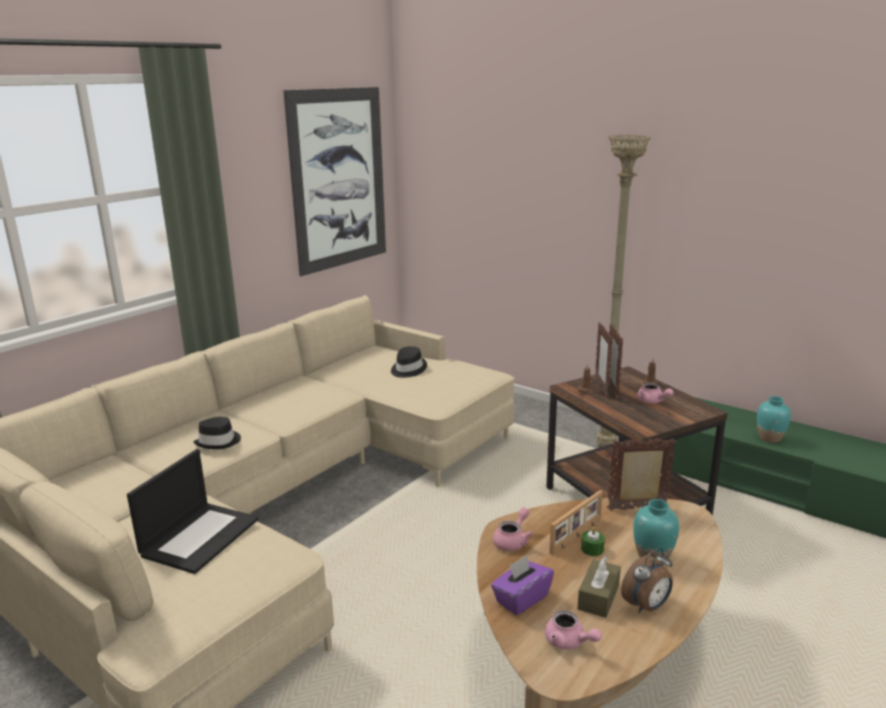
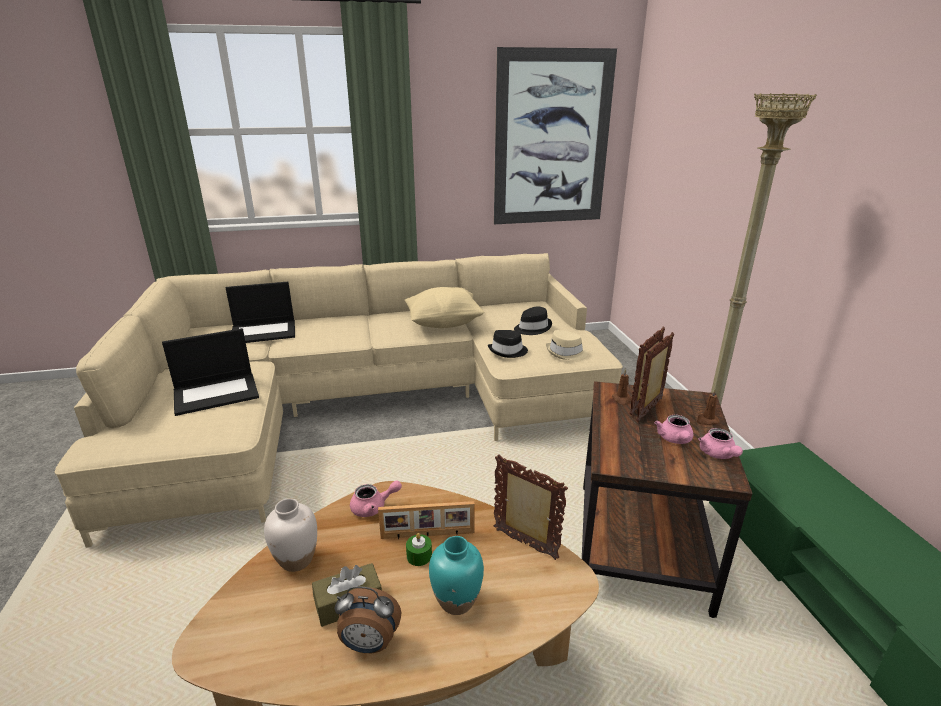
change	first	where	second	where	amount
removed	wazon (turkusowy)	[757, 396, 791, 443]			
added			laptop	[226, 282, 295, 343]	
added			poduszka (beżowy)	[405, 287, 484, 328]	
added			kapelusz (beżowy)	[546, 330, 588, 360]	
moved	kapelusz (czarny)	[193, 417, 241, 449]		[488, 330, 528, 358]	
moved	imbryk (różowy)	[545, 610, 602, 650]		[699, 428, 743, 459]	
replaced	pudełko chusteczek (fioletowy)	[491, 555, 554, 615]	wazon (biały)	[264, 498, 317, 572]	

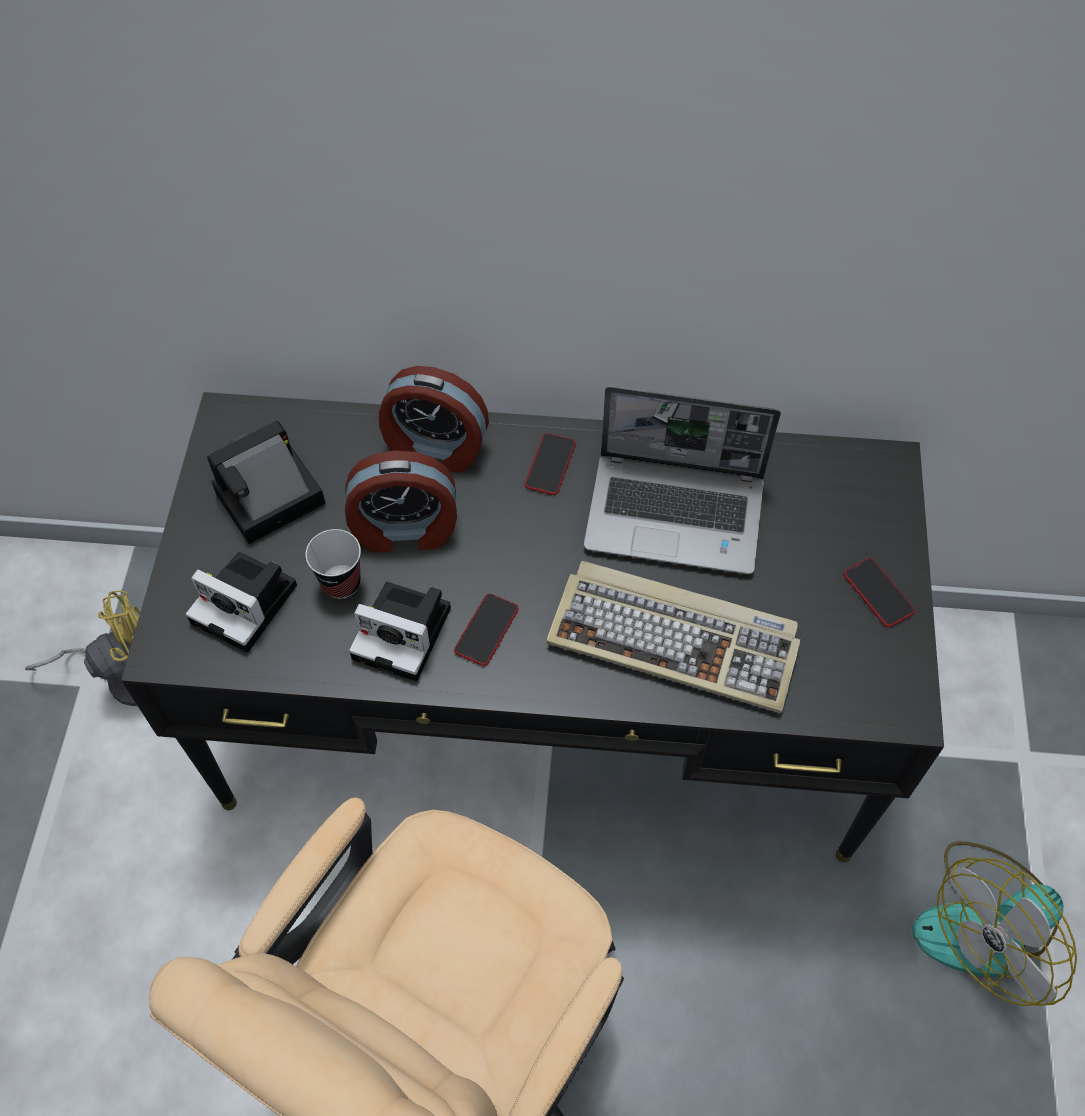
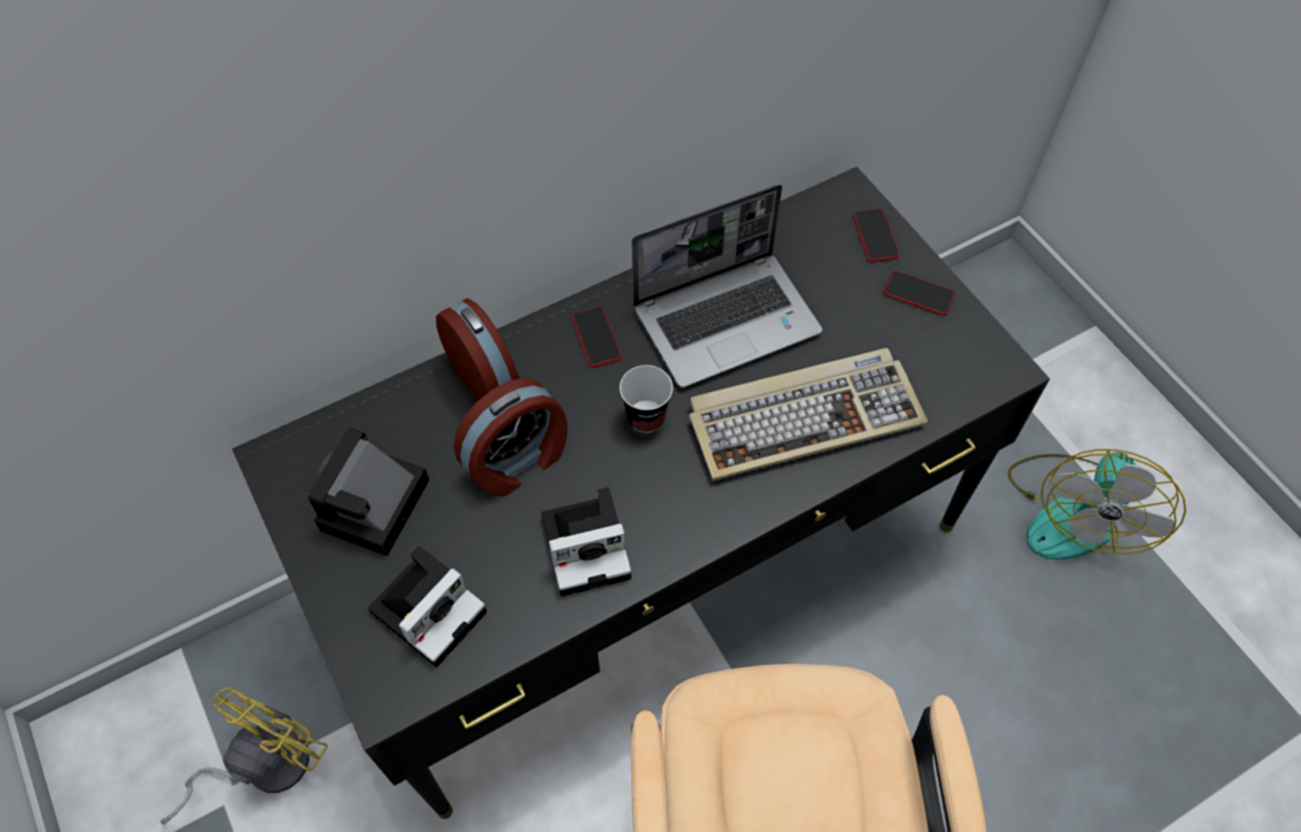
change	first	where	second	where	amount
moved	filiżanka	[305, 529, 361, 599]		[620, 365, 673, 433]	
moved	telefon	[454, 594, 519, 666]		[854, 209, 899, 262]	
turned	aparat fotograficzny	[186, 552, 297, 653]		[368, 545, 487, 667]	45 degrees counterclockwise
turned	budzik	[379, 366, 489, 473]		[436, 298, 520, 401]	105 degrees counterclockwise

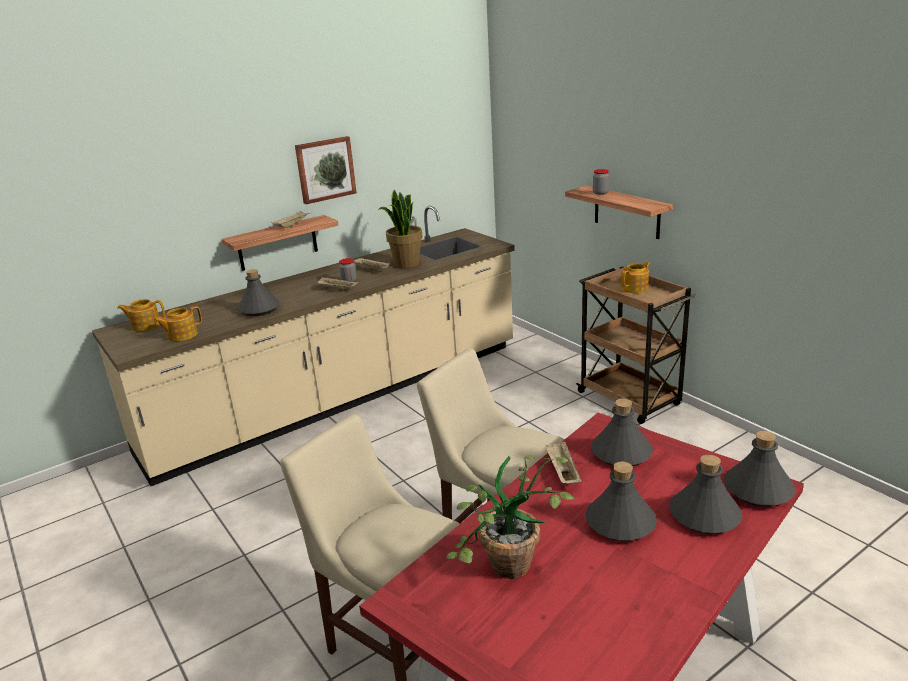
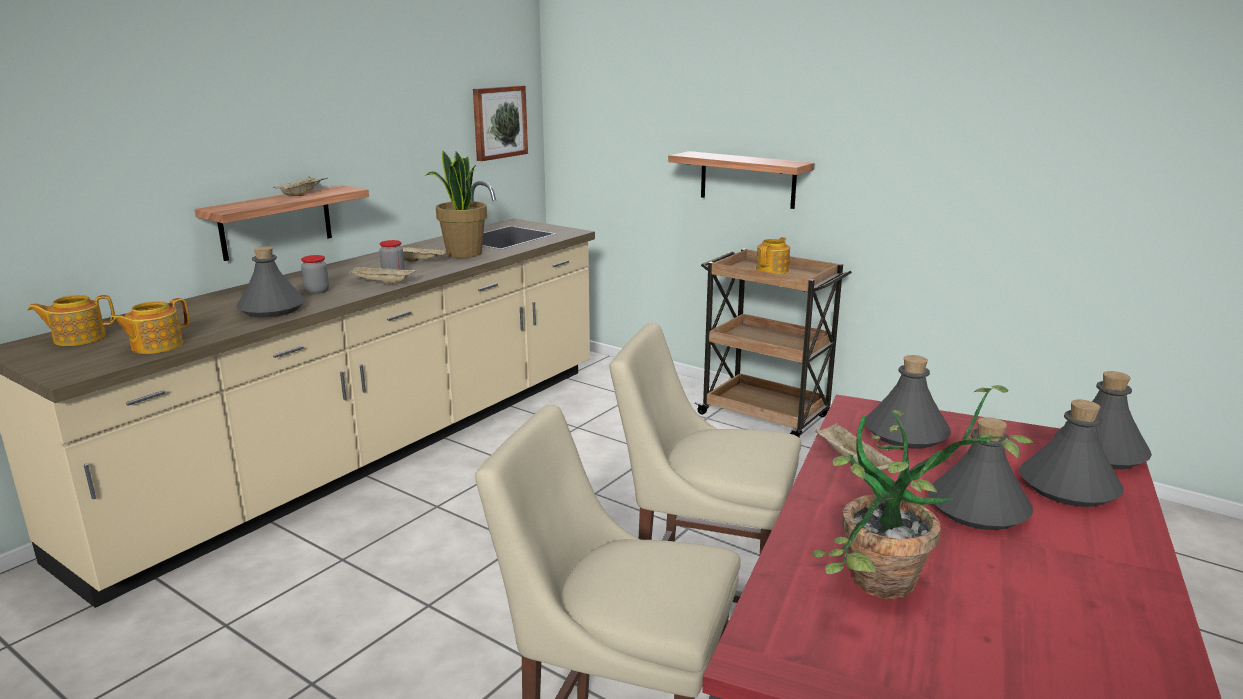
change	first	where	second	where	amount
moved	obraz	[295, 136, 357, 204]		[473, 85, 528, 161]	
moved	słoik	[593, 169, 609, 195]		[301, 255, 329, 294]	

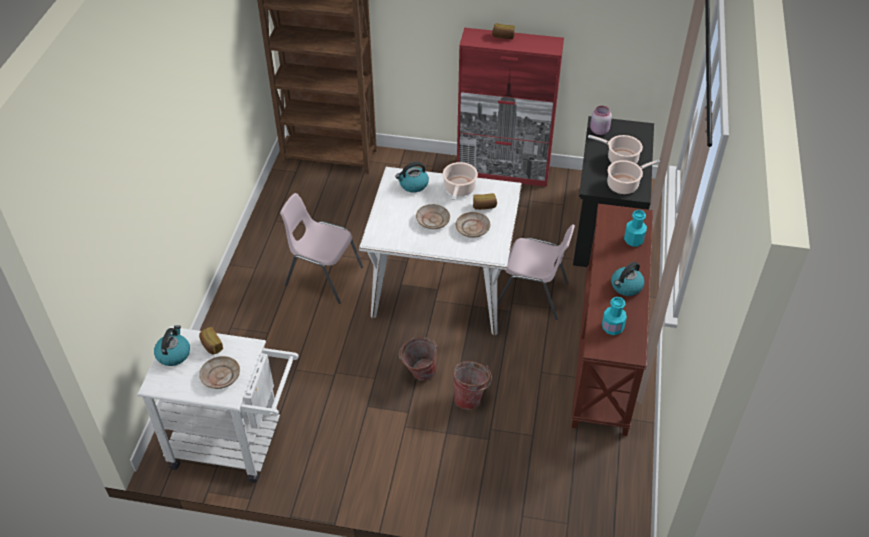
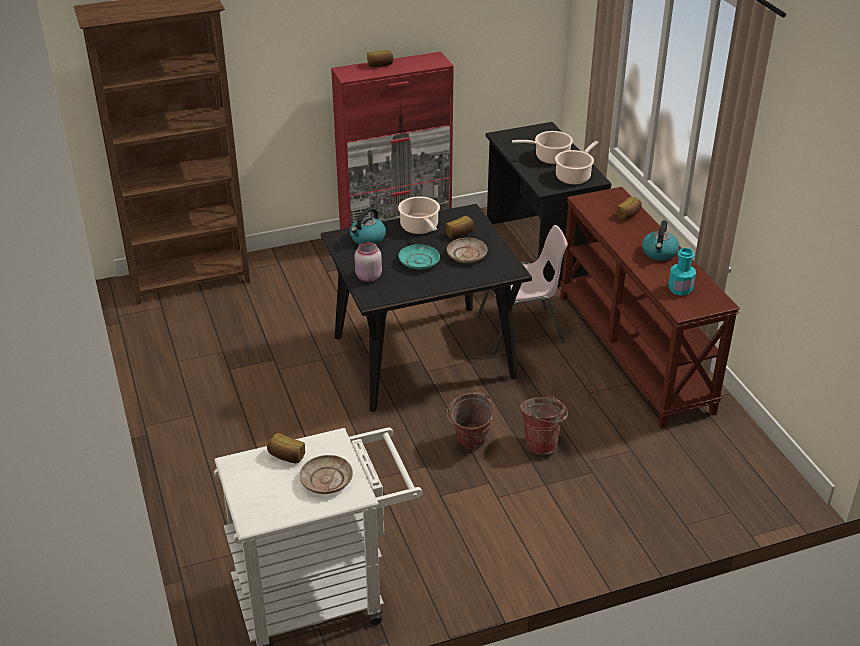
change	first	where	second	where	amount
removed	czajnik	[154, 325, 190, 366]			
removed	krzesło (różowy)	[280, 193, 363, 304]			
moved	słoik (różowy)	[590, 106, 612, 135]		[354, 242, 382, 282]	
replaced	butelka (turkusowy)	[624, 210, 647, 247]	chleb	[616, 197, 642, 220]	
recoloured	stół jadalny (biały)	[359, 167, 522, 335]	stół jadalny (czarny)	[321, 204, 532, 412]	
recoloured	talerz (beżowy)	[416, 204, 450, 229]	talerz (turkusowy)	[398, 244, 440, 270]	

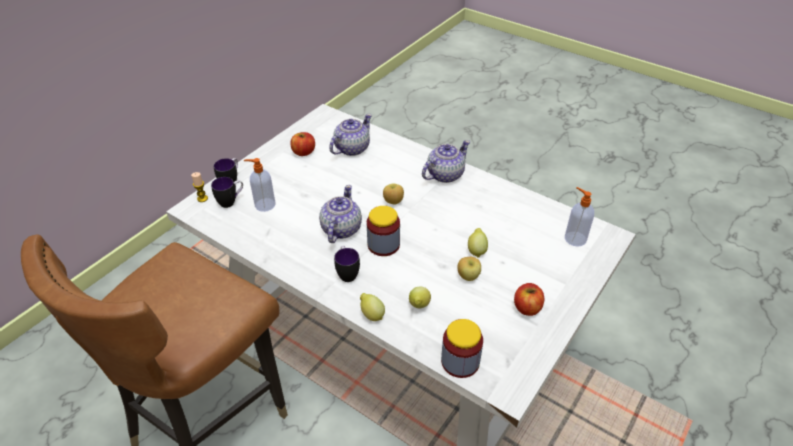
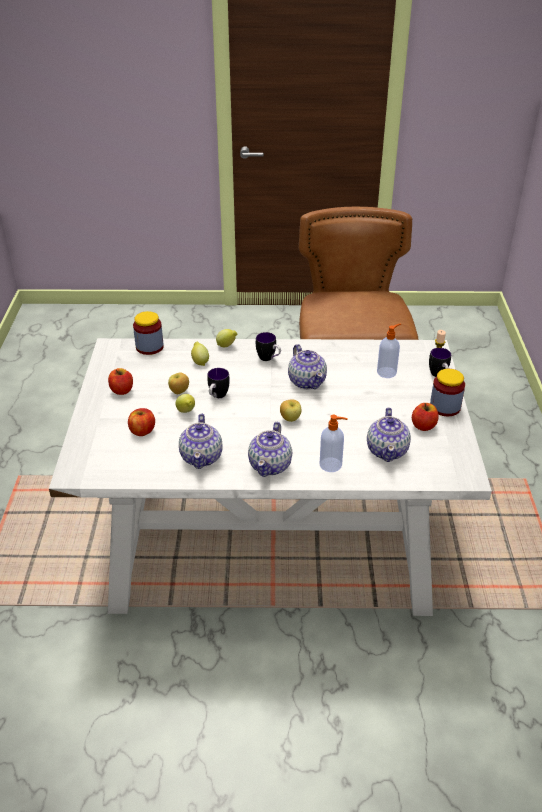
change	first	where	second	where	amount
added			jabłko	[128, 408, 155, 436]	
added			imbryk	[179, 413, 223, 469]	
moved	kubek	[211, 177, 243, 208]		[207, 368, 230, 398]	
moved	słoik	[367, 206, 400, 256]		[430, 369, 465, 416]	
moved	dozownik mydła	[565, 187, 594, 247]		[320, 415, 348, 472]	

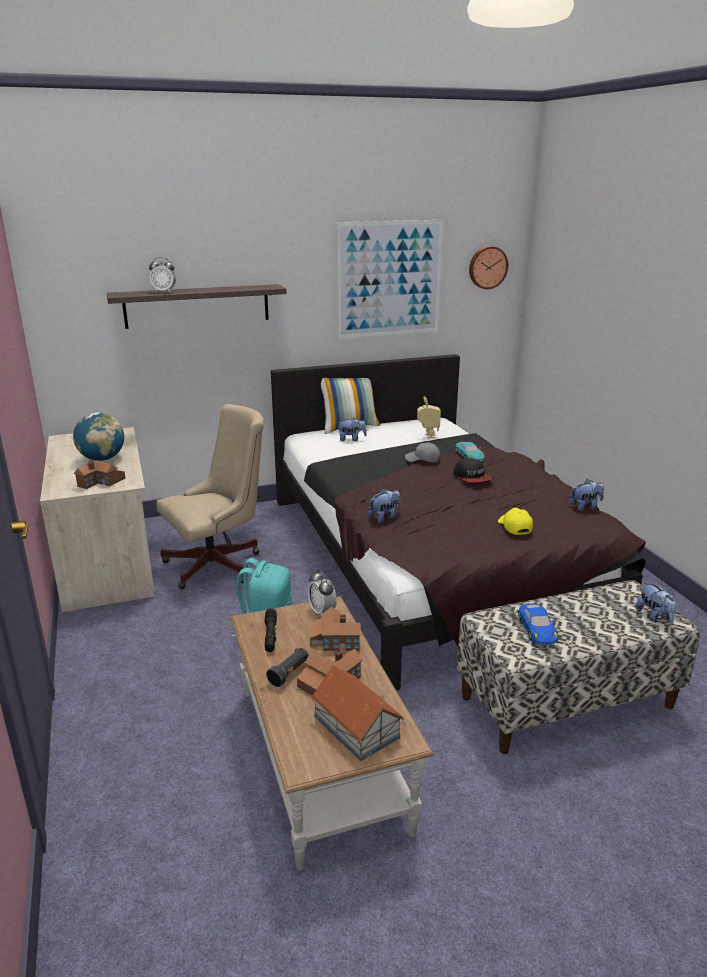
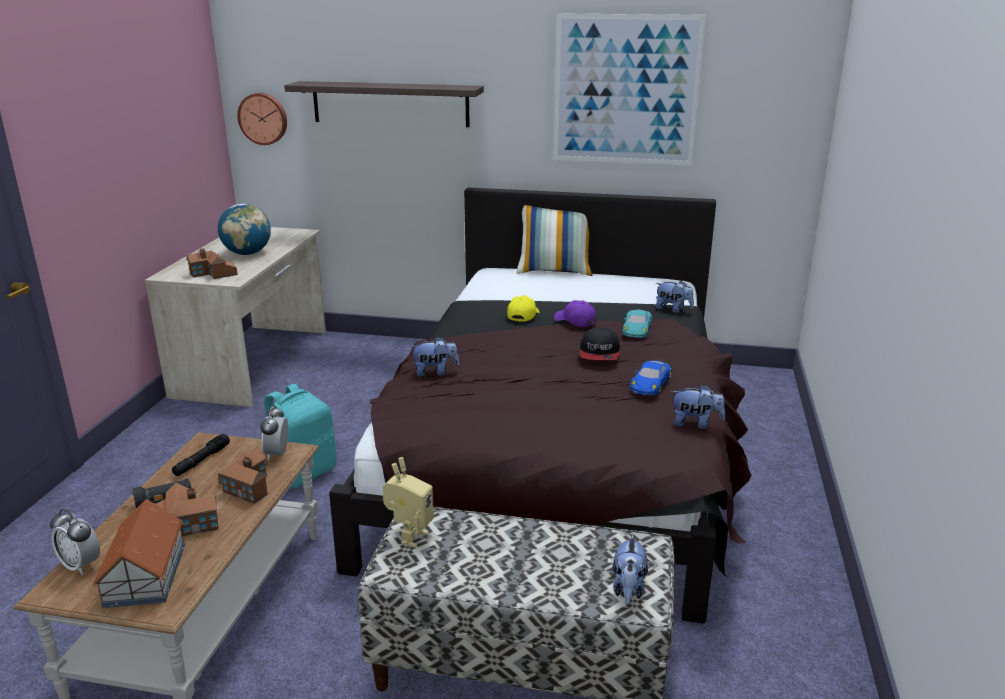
change	first	where	second	where	amount
removed	krzesło biurowe (beżowy)	[156, 404, 264, 589]			
moved	budzik	[149, 257, 176, 292]		[50, 509, 100, 575]	
moved	pluszak	[336, 417, 367, 441]		[656, 280, 694, 313]	
moved	robot zabawkowy	[417, 396, 441, 439]		[382, 457, 434, 548]	
moved	zegar ścienny	[469, 246, 508, 289]		[237, 93, 287, 145]	
moved	czapka z daszkiem (żółty)	[498, 508, 533, 535]		[507, 295, 540, 322]	
moved	samochodzik (niebieski)	[518, 603, 559, 645]		[630, 361, 672, 395]	
recoloured	czapka z daszkiem (szary)	[405, 442, 440, 462]	czapka z daszkiem (fioletowy)	[554, 300, 596, 327]	

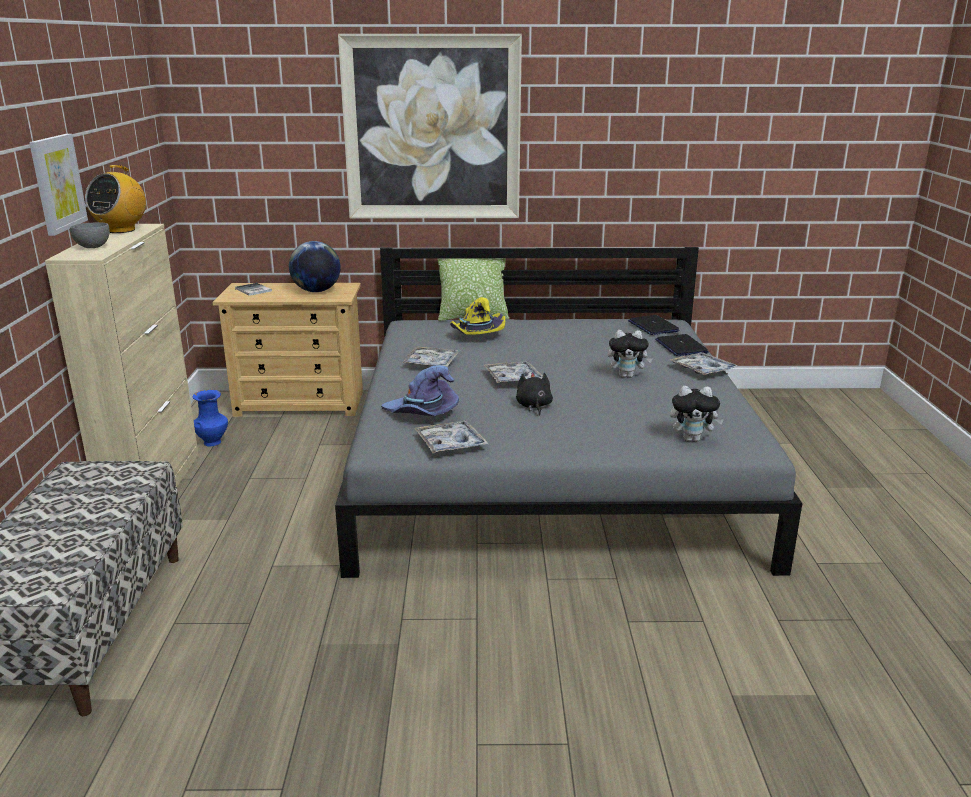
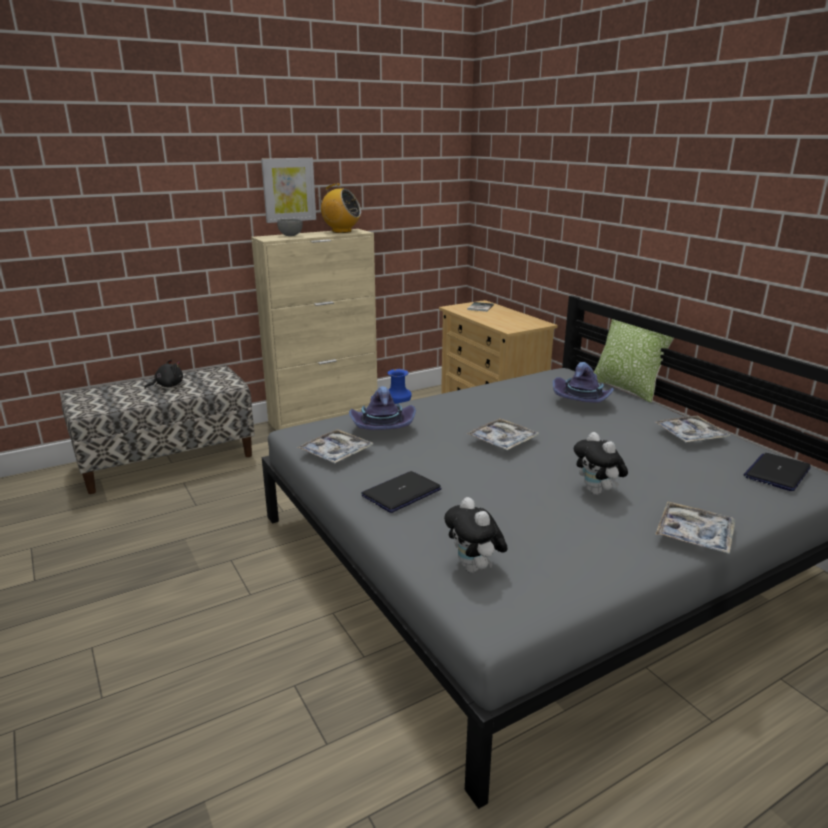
change	first	where	second	where	amount
removed	globus	[289, 241, 341, 292]			
removed	obraz	[338, 34, 522, 218]			
moved	taca	[402, 346, 459, 367]		[656, 416, 730, 442]	
moved	pluszak (czarny)	[516, 372, 553, 415]		[144, 359, 183, 389]	
moved	laptop	[655, 334, 708, 356]		[361, 471, 442, 513]	
recoloured	kapelusz (żółty)	[450, 297, 505, 335]	kapelusz (fioletowy)	[553, 362, 614, 402]	
turned	radio	[85, 165, 146, 233]		[318, 184, 361, 233]	150 degrees counterclockwise

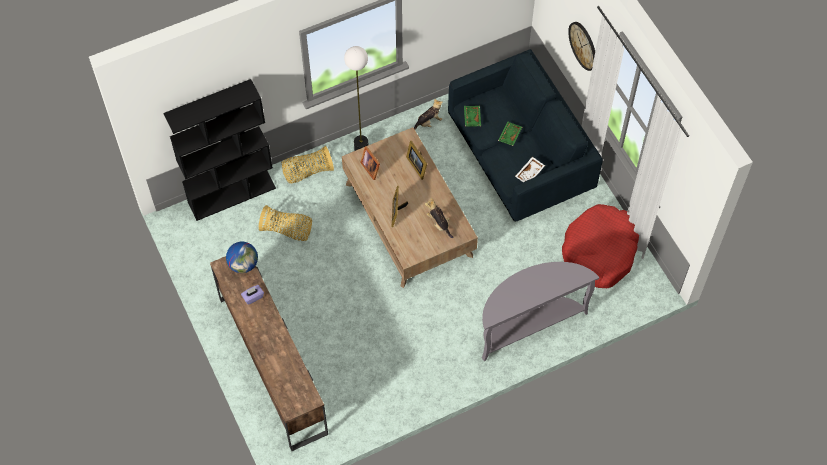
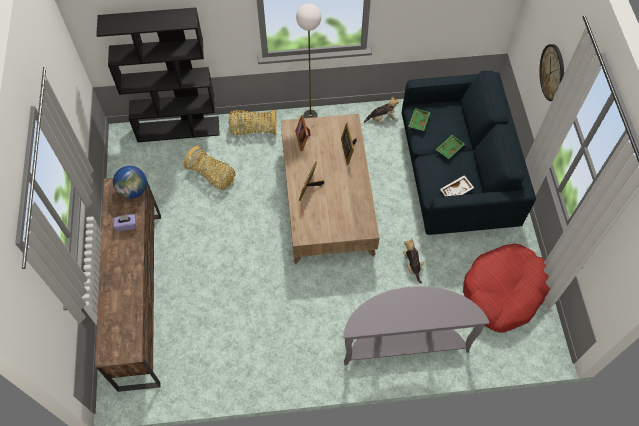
change	first	where	second	where	amount
moved	pluszak	[425, 197, 453, 238]		[403, 238, 424, 284]	

